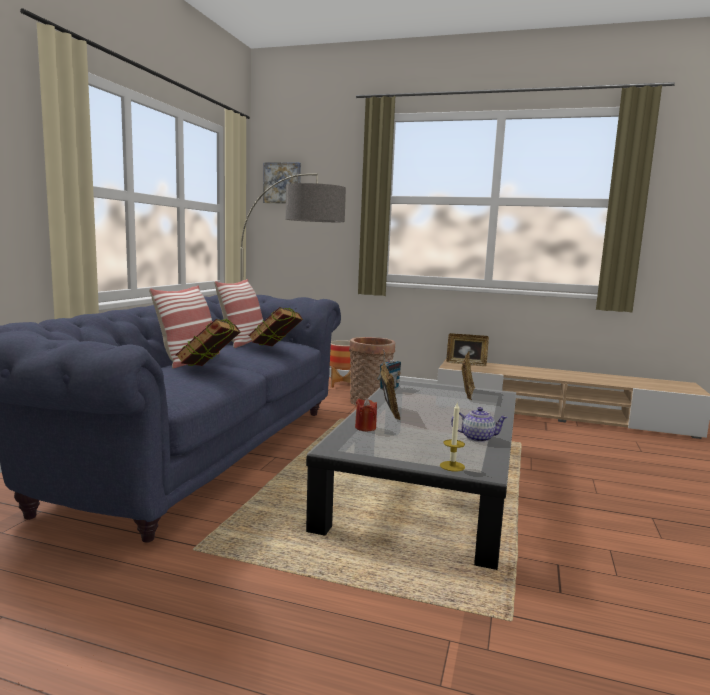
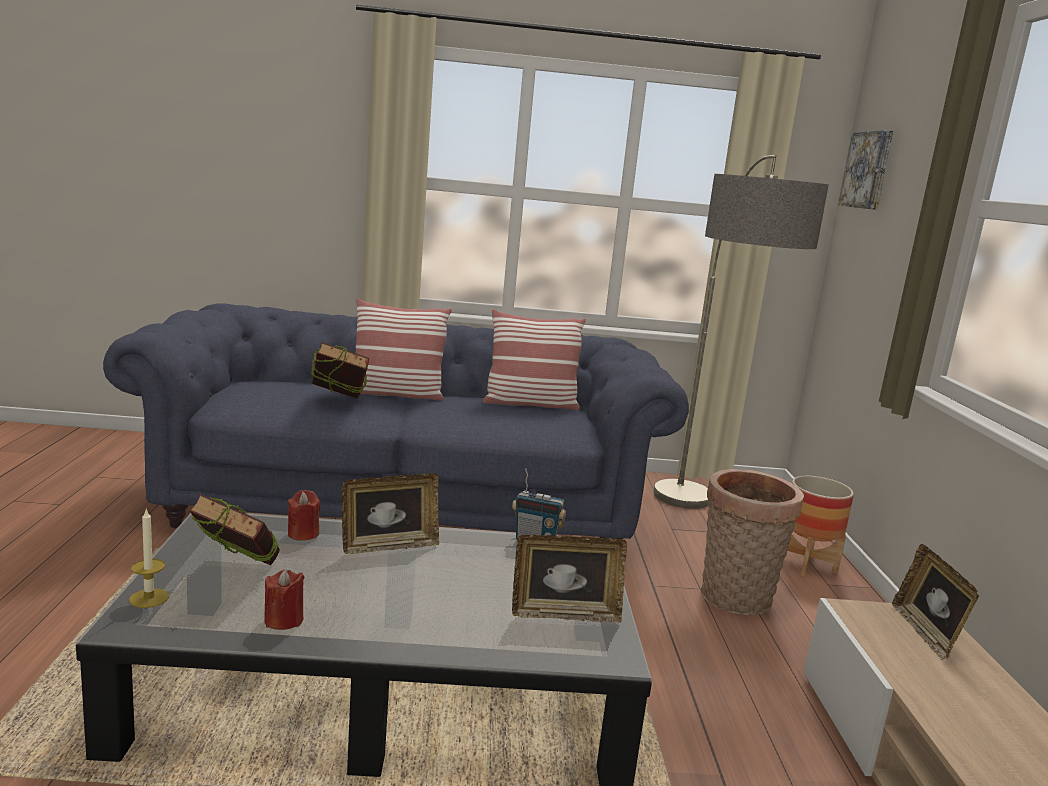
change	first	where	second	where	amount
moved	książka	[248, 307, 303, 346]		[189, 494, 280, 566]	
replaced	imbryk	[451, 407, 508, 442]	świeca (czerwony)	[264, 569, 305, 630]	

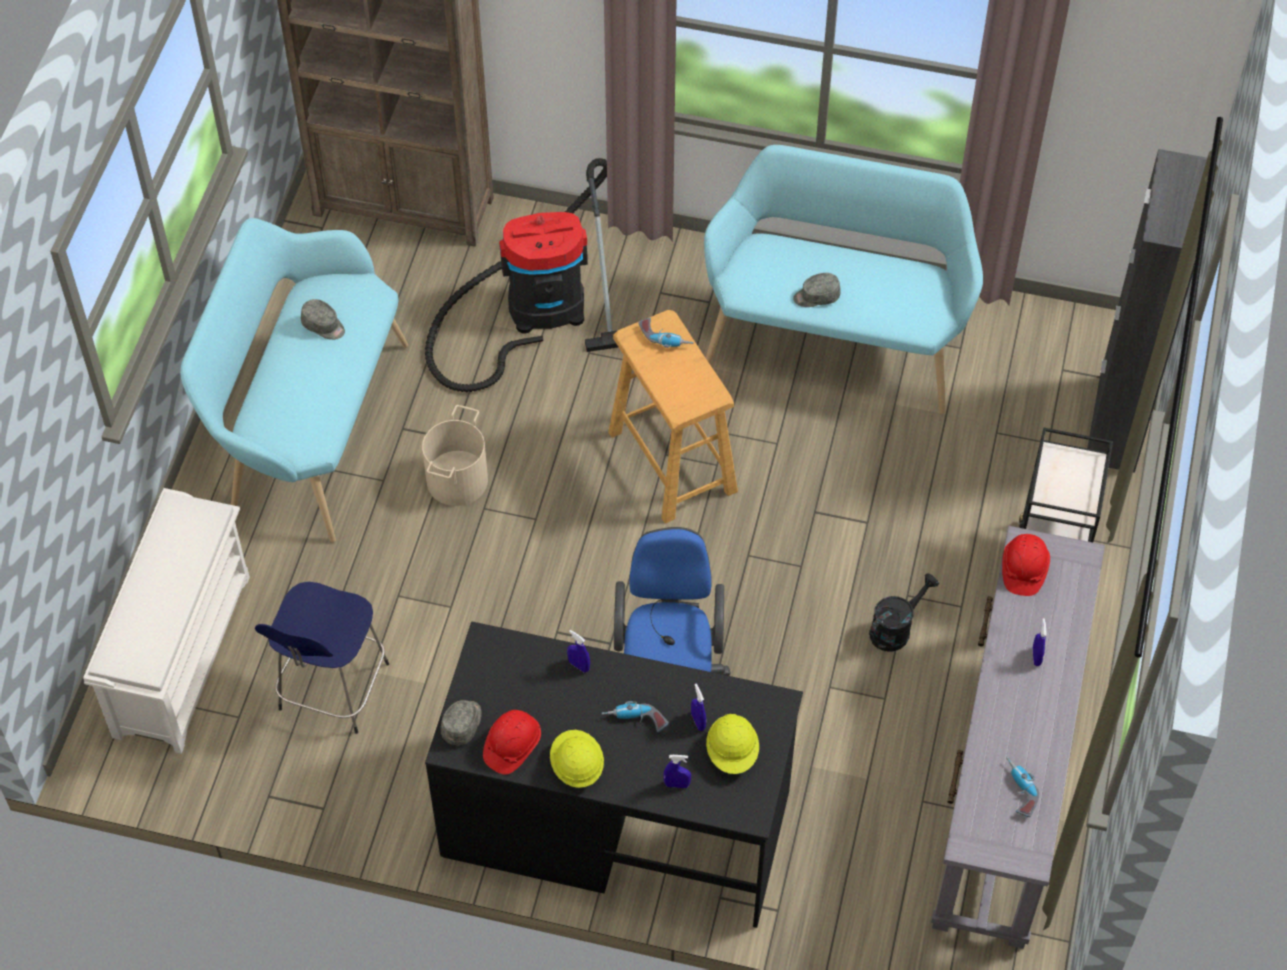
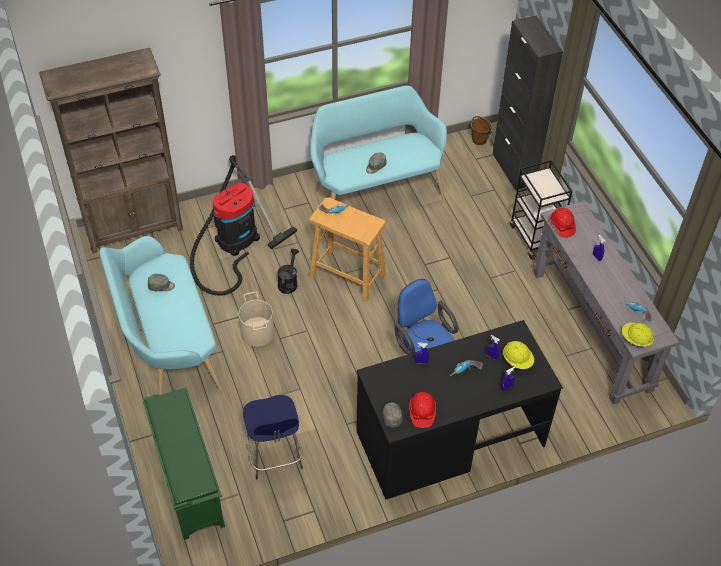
change	first	where	second	where	amount
added			wiadro (brązowy)	[471, 116, 492, 145]	
moved	kask (żółty)	[550, 730, 604, 788]		[622, 323, 654, 347]	
moved	konewka (czarny)	[869, 573, 939, 652]		[277, 249, 299, 294]	
recoloured	regał na buty (biały)	[83, 488, 250, 754]	regał na buty (zielony)	[142, 387, 225, 540]	

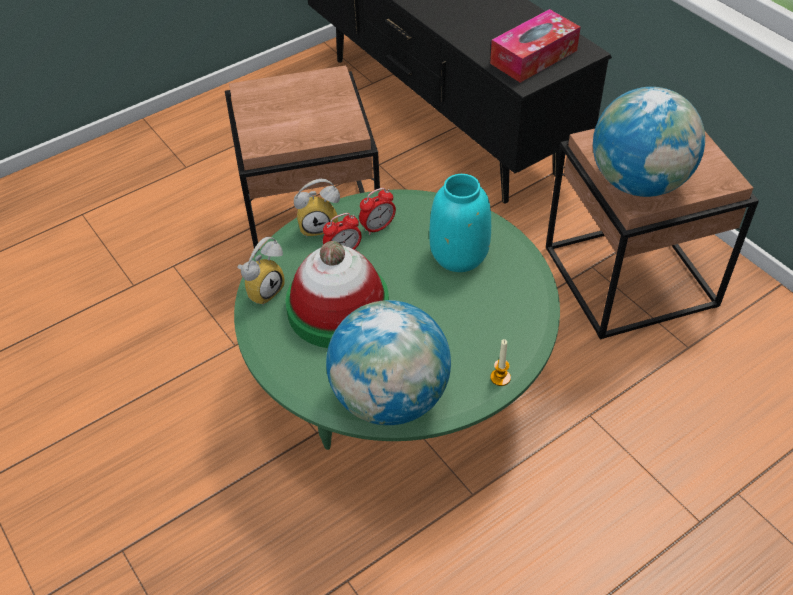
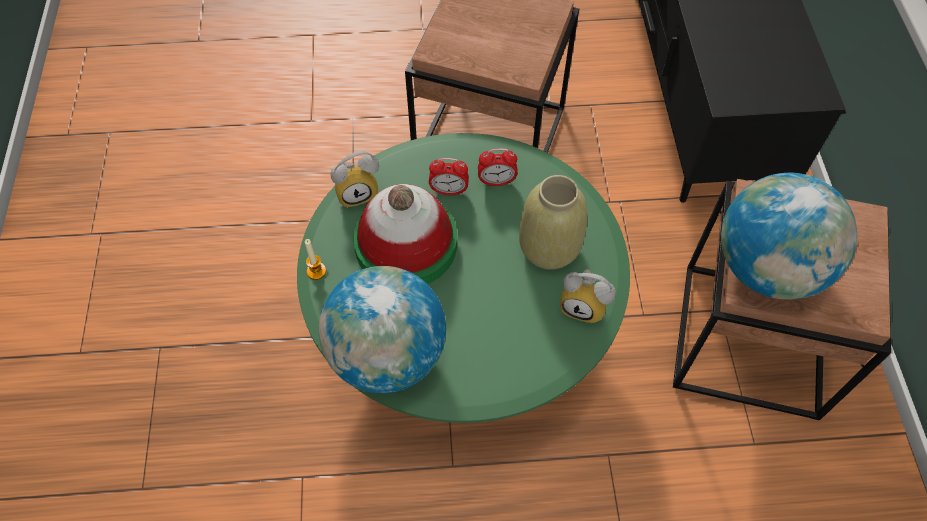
change	first	where	second	where	amount
removed	pudełko chusteczek	[490, 9, 581, 83]			
moved	budzik	[294, 179, 340, 237]		[560, 269, 616, 323]	
moved	świeca	[490, 339, 511, 386]		[305, 239, 326, 280]	
recoloured	wazon (turkusowy)	[429, 174, 491, 272]	wazon (beżowy)	[519, 175, 587, 270]	

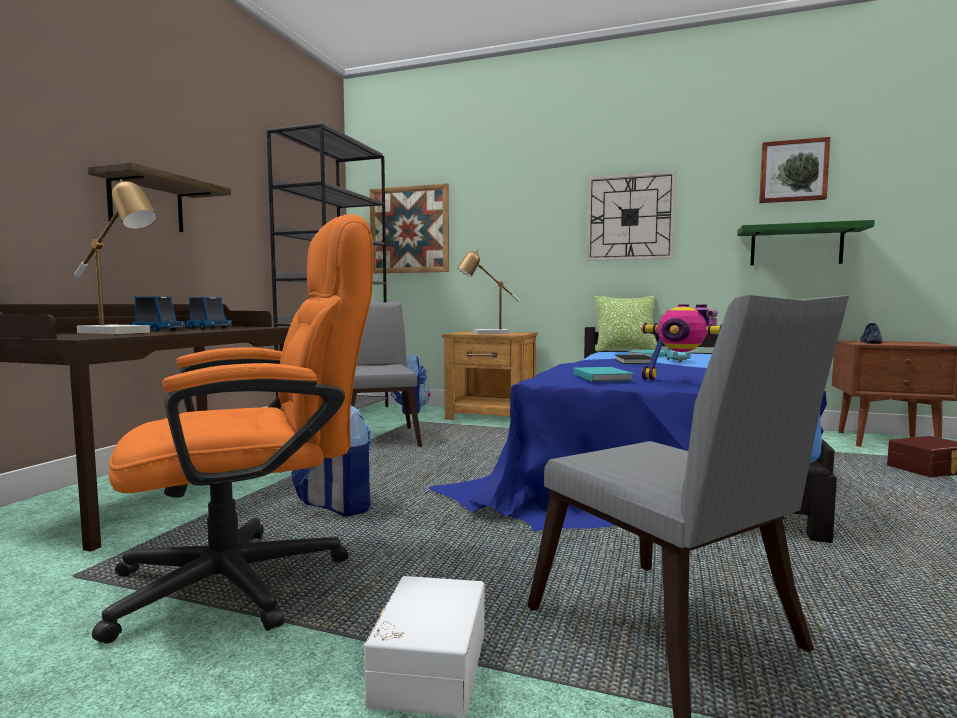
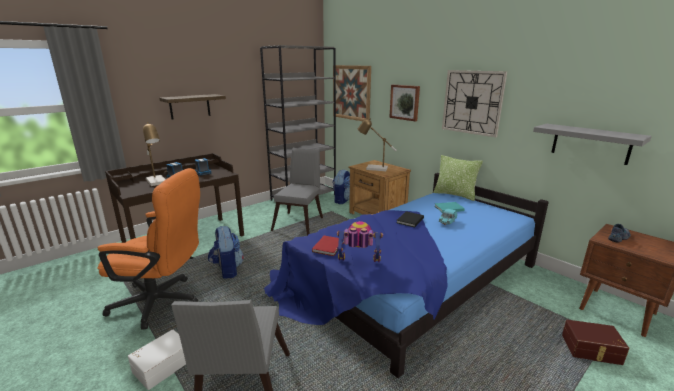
change	first	where	second	where	amount
moved	obraz	[759, 137, 830, 203]		[389, 85, 420, 121]	
recoloured	książka (turkusowy)	[573, 367, 634, 382]	książka (czerwony)	[312, 236, 344, 256]	
recoloured	półka (zielony)	[737, 220, 875, 266]	półka (szary)	[533, 124, 652, 165]	
turned	robot zabawkowy	[641, 305, 722, 380]		[336, 221, 383, 262]	120 degrees clockwise

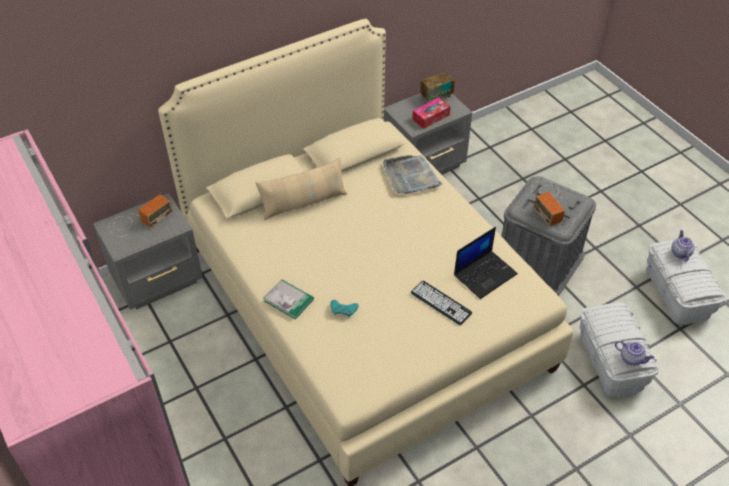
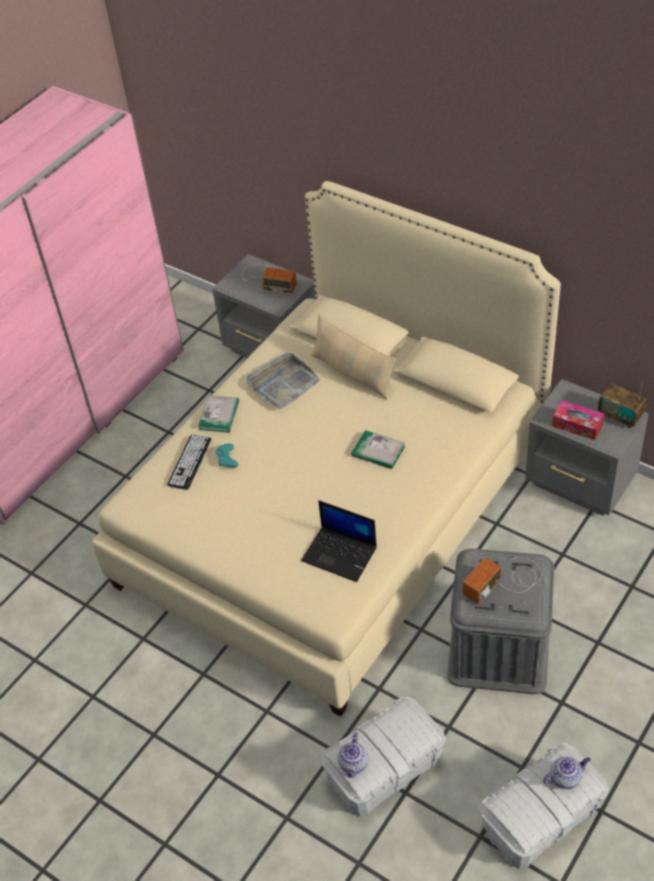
change	first	where	second	where	amount
added			książka	[351, 430, 405, 469]	
moved	taca (szary)	[383, 155, 443, 194]		[247, 353, 321, 409]	
moved	klawiatura	[411, 281, 472, 325]		[168, 435, 211, 490]	

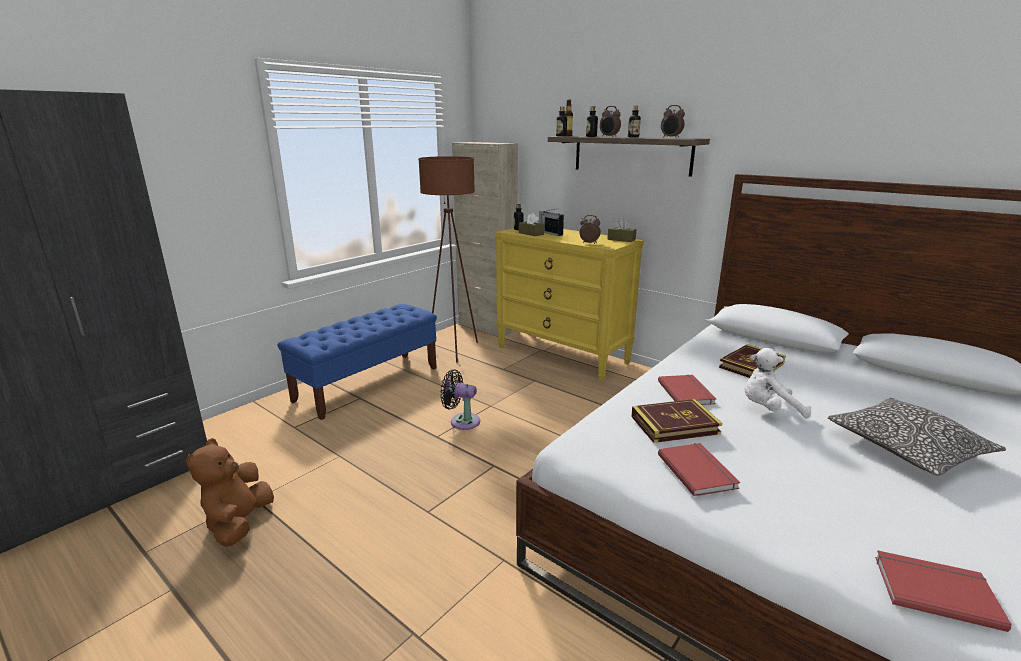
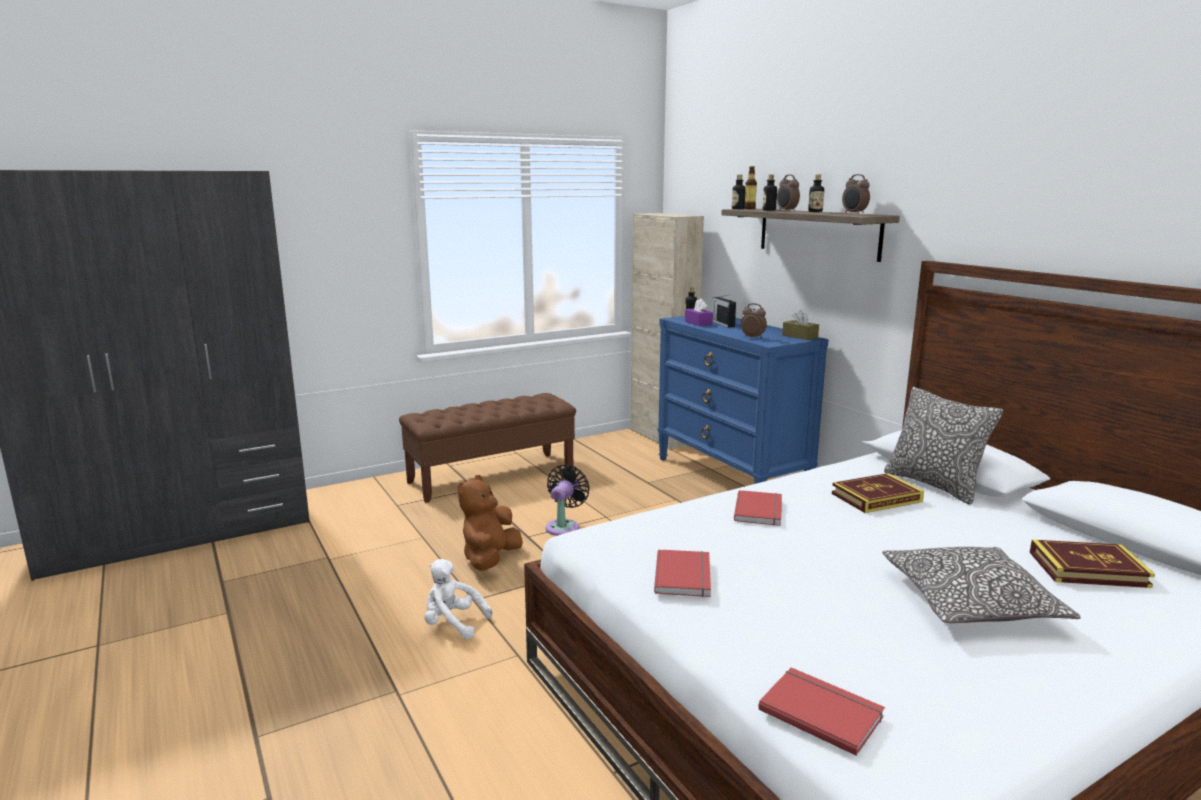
change	first	where	second	where	amount
removed	lampa stojąca (brązowy)	[418, 156, 478, 362]			
added			poduszka	[884, 387, 1003, 504]	
moved	pluszak (brązowy)	[186, 438, 274, 547]		[458, 475, 523, 571]	
moved	książka	[631, 399, 722, 443]		[1029, 540, 1155, 588]	
moved	pluszak (biały)	[745, 348, 811, 418]		[424, 559, 492, 639]	
recoloured	ławka (niebieski)	[278, 304, 437, 420]	ławka (brązowy)	[399, 393, 576, 503]	
recoloured	komoda (żółty)	[495, 228, 644, 381]	komoda (niebieski)	[657, 316, 829, 484]	
recoloured	pudełko chusteczek (brązowy)	[519, 213, 544, 236]	pudełko chusteczek (fioletowy)	[685, 298, 713, 326]	
turned	wentylator (czarny)	[440, 369, 480, 430]		[546, 464, 590, 536]	75 degrees clockwise

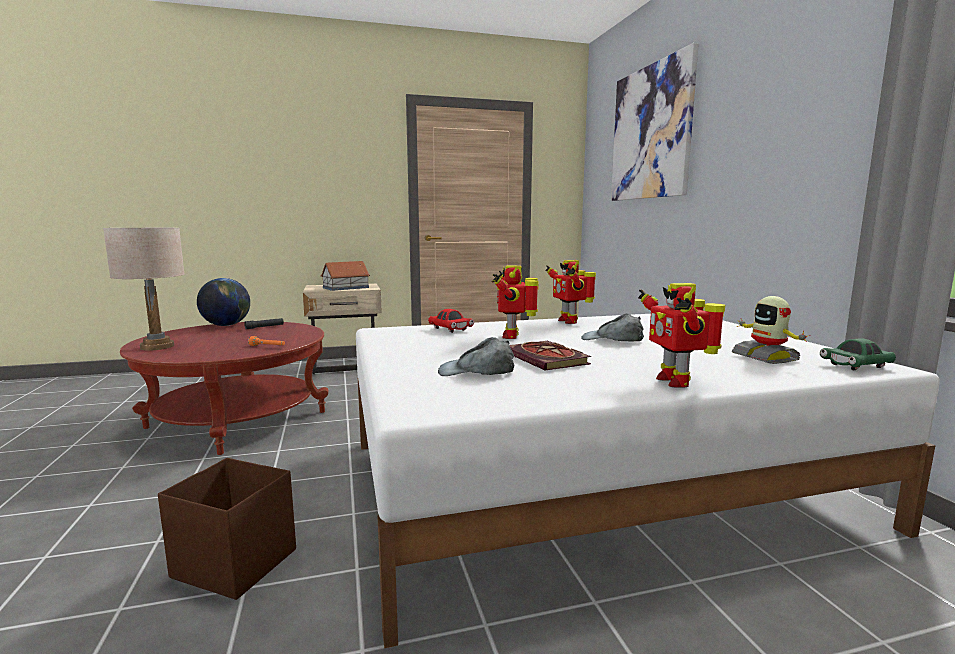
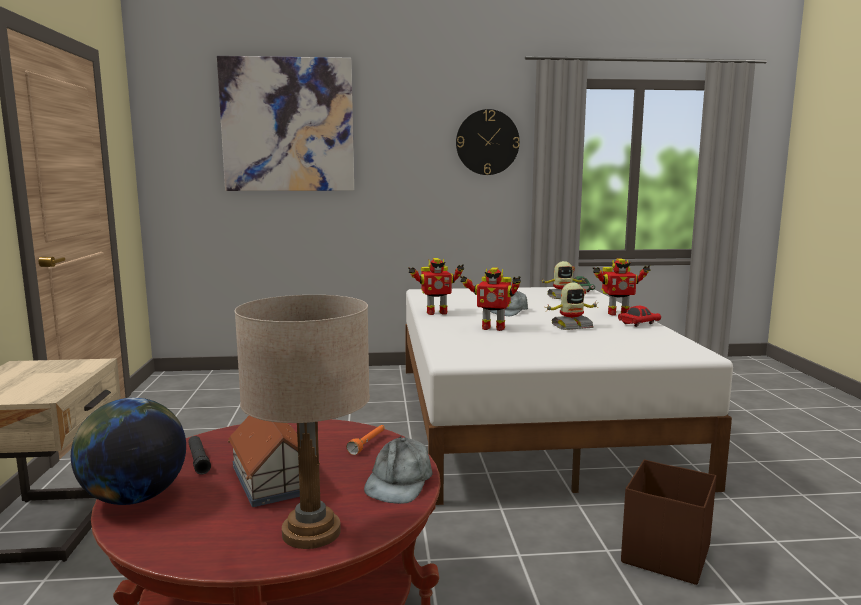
change	first	where	second	where	amount
added			zegar ścienny	[456, 109, 520, 175]	
moved	domek	[321, 261, 370, 291]		[228, 416, 320, 507]	
moved	samochodzik (czerwony)	[428, 309, 474, 333]		[618, 305, 661, 327]	
moved	czapka z daszkiem (szary)	[438, 337, 514, 376]		[364, 436, 433, 504]	
replaced	książka	[509, 341, 591, 370]	robot zabawkowy	[546, 283, 599, 330]	

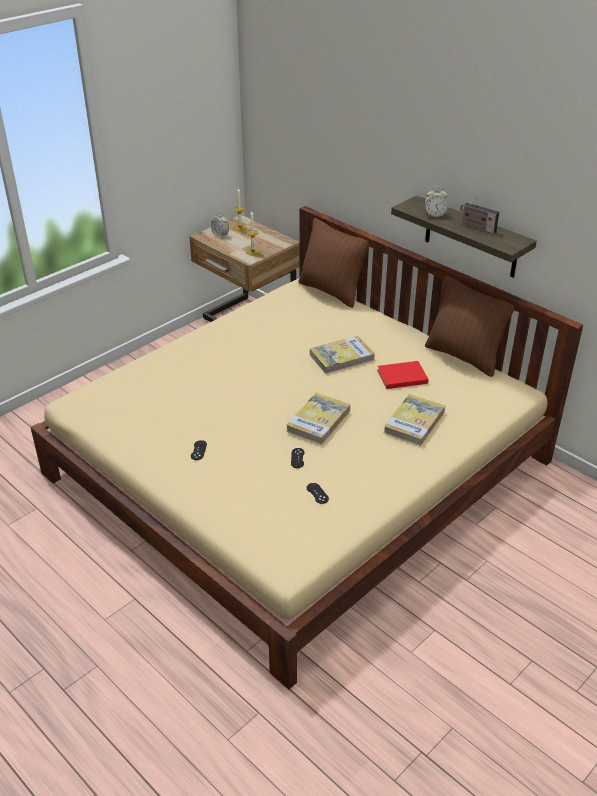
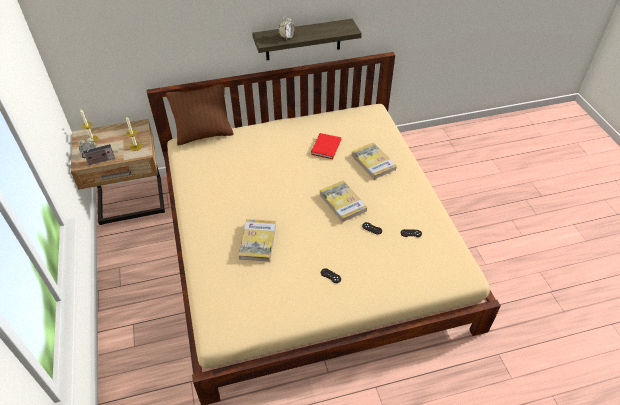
change	first	where	second	where	amount
removed	poduszka (brązowy)	[425, 275, 514, 377]			
moved	książka	[310, 336, 375, 374]		[239, 219, 276, 262]	
moved	radio	[460, 196, 499, 234]		[82, 144, 115, 165]	

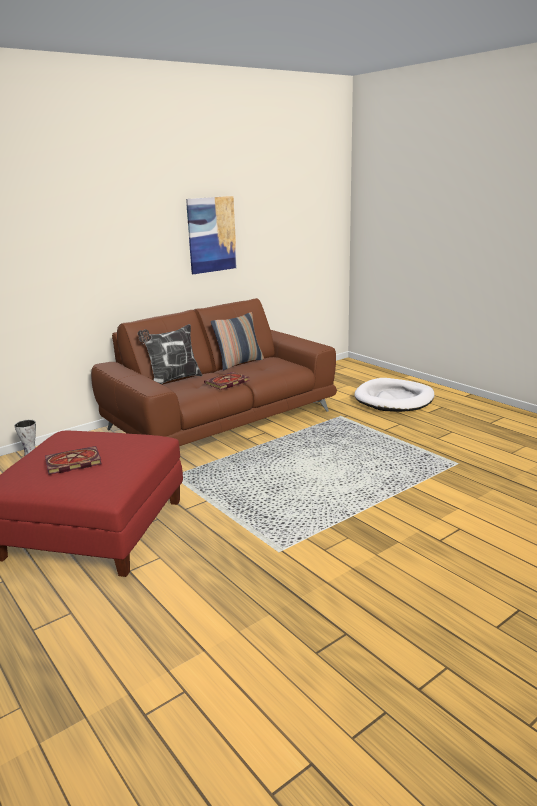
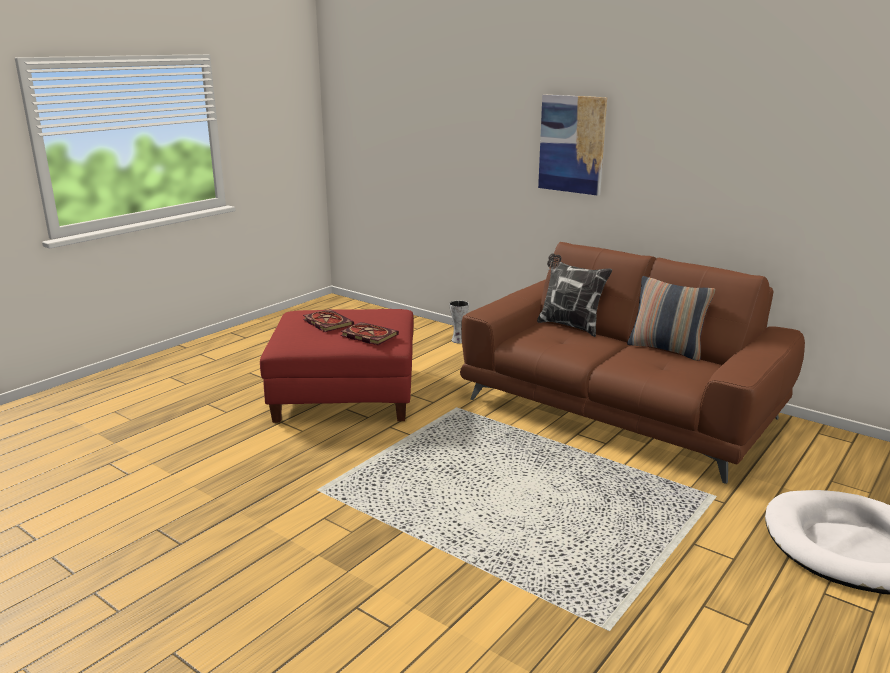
change	first	where	second	where	amount
moved	obraz	[186, 196, 237, 274]		[538, 94, 607, 196]	
moved	książka	[204, 372, 250, 390]		[340, 322, 399, 345]	

